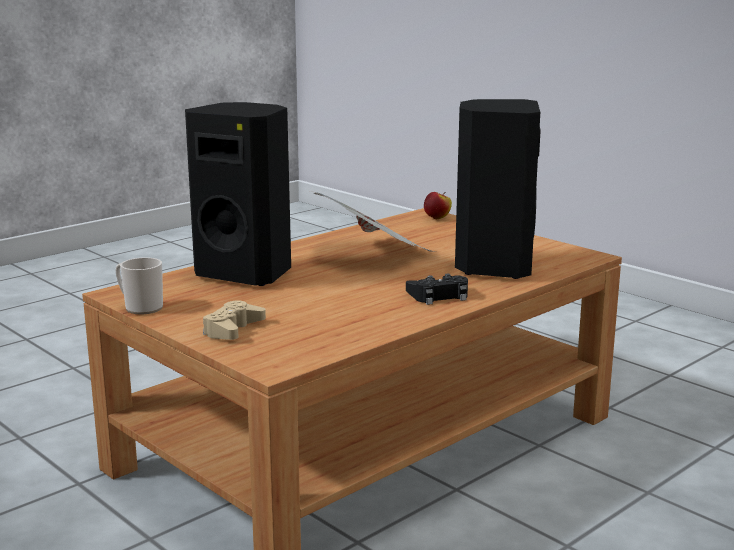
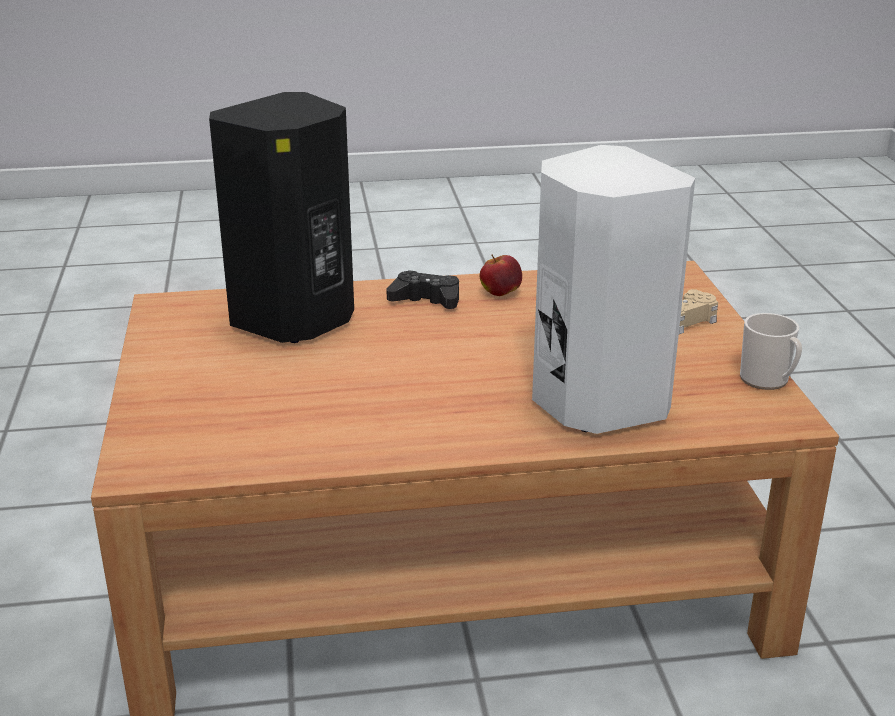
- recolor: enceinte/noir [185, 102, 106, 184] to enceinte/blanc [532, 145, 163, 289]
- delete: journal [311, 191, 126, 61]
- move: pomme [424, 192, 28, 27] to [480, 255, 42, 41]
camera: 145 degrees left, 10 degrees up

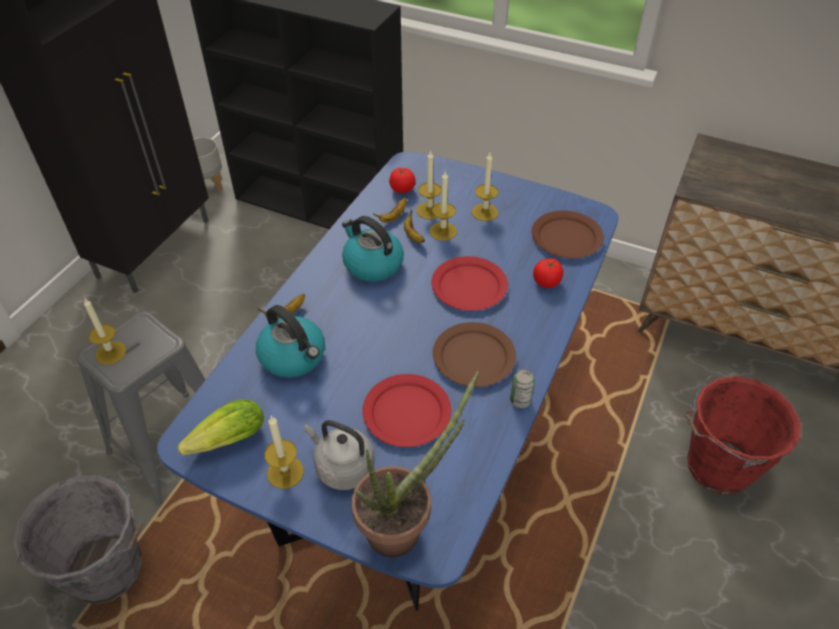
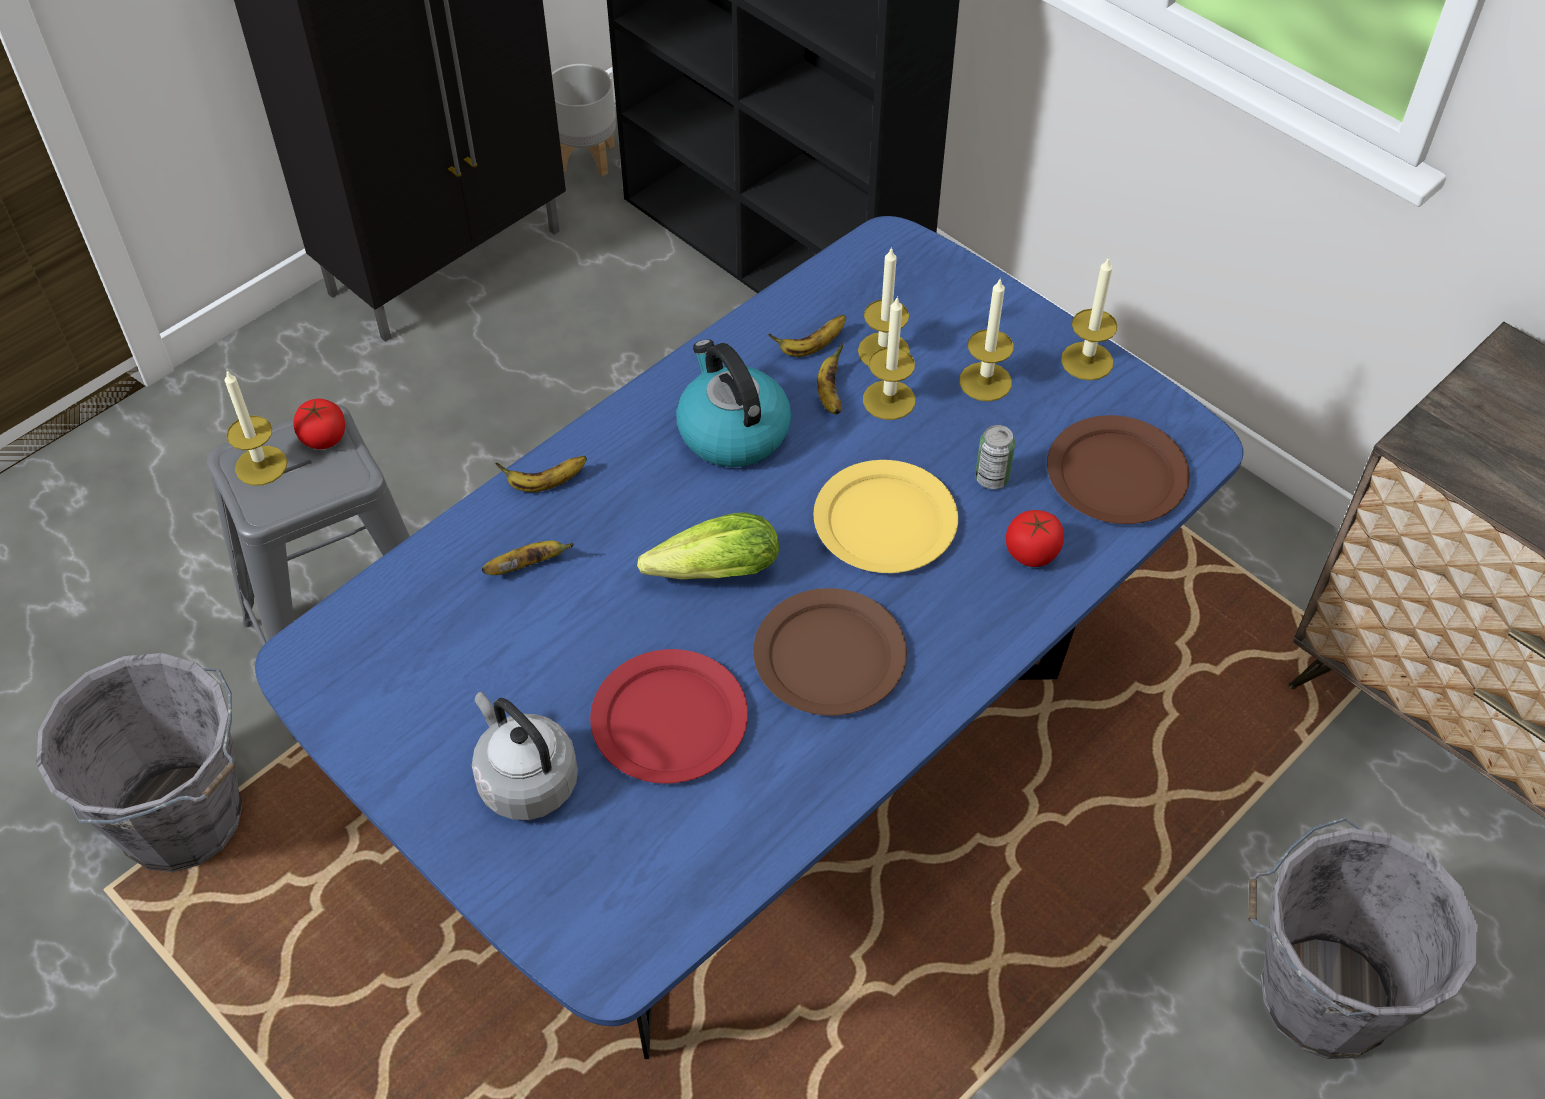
- move: laitue [177, 399, 87, 56] to [637, 512, 142, 68]
- replace: bouilloire [256, 305, 69, 73] to banane [482, 540, 92, 35]
- move: bougie [265, 416, 39, 73] to [1061, 257, 56, 124]
- delete: plante en pot [352, 371, 126, 186]
- move: tomate [389, 168, 27, 25] to [293, 399, 52, 50]
- recolor: assiette/rouge [431, 256, 77, 55] to assiette/jaune [813, 460, 145, 113]
- move: boîte métallique [510, 369, 25, 39] to [975, 425, 40, 64]
- recolor: seau/rouge [686, 375, 115, 120] to seau/gris [1248, 817, 230, 242]
camera: 20 degrees right, 5 degrees up

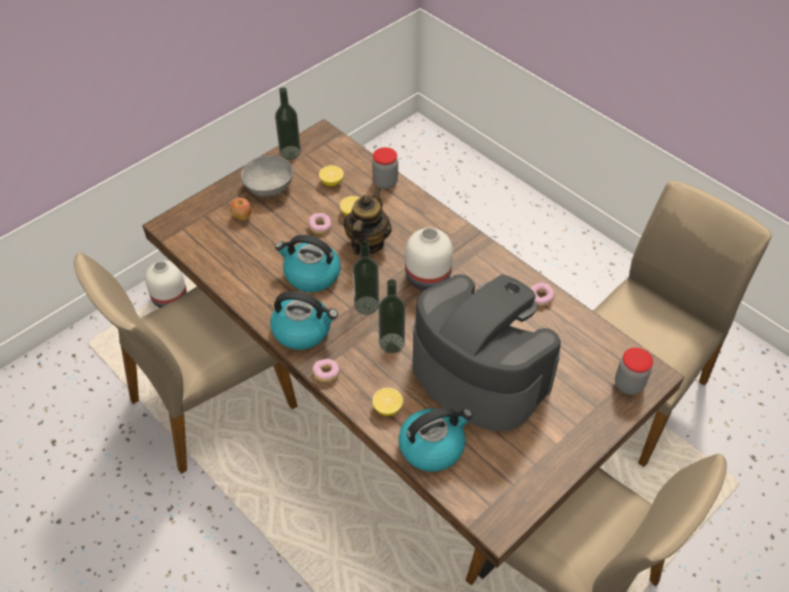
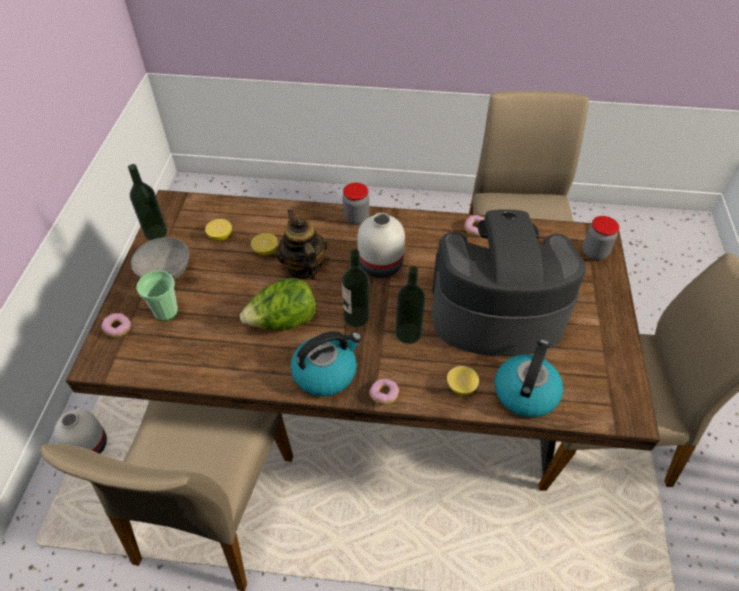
- replace: pomme [230, 198, 21, 22] to tasse [136, 271, 42, 50]
- replace: bouilloire [275, 235, 66, 57] to laitue [240, 278, 76, 52]
- move: beignet [308, 213, 24, 21] to [102, 313, 29, 25]
- move: bocal [372, 147, 26, 42] to [342, 183, 27, 42]
camera: 40 degrees left, 0 degrees up

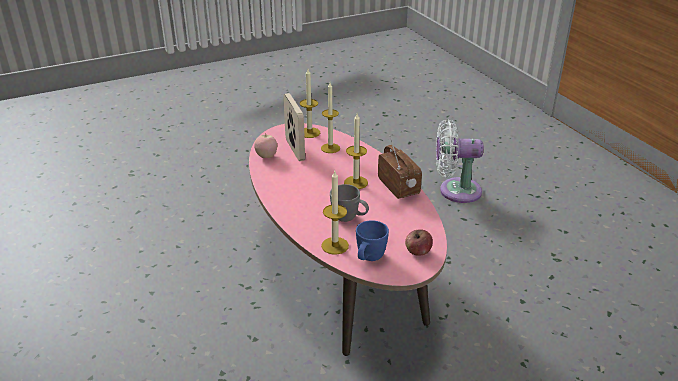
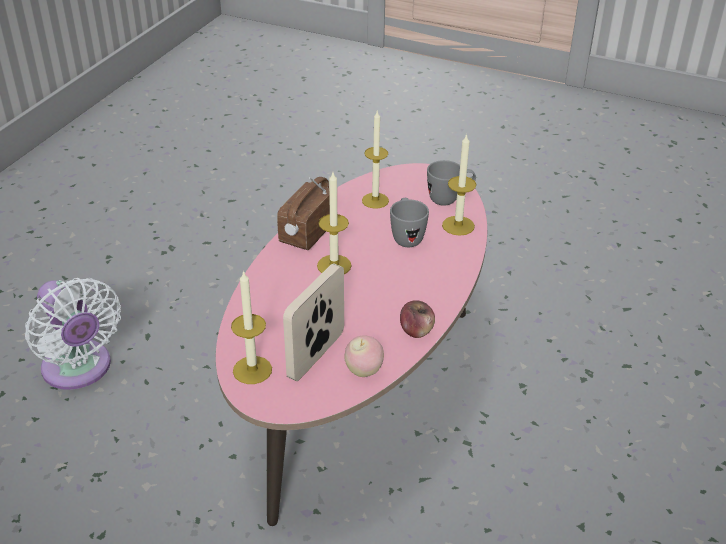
- move: bougie [321, 83, 19, 70] to [362, 111, 27, 97]
- recolor: mug/bleu [356, 220, 33, 41] to mug/gris [427, 160, 49, 46]
- move: pomme [405, 229, 28, 27] to [400, 300, 35, 38]
camera: 130 degrees left, 5 degrees up

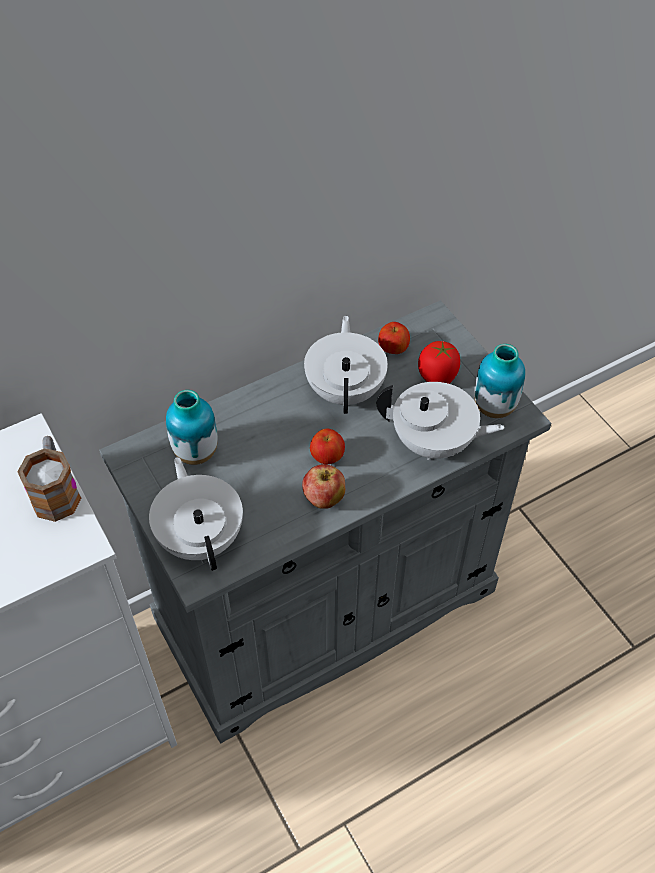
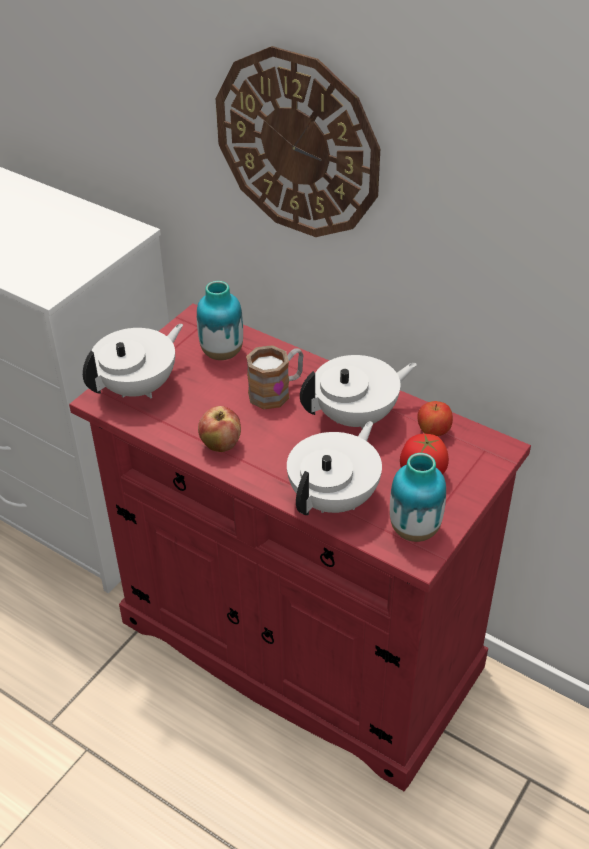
- move: mug [17, 436, 64, 86] to [246, 345, 57, 64]
- recolor: meuble de rangement/gris [99, 300, 452, 443] to meuble de rangement/rouge [69, 303, 462, 489]
- delete: pomme [310, 429, 35, 35]
- rotate: théière/blanc [377, 382, 128, 78] = [287, 421, 95, 94] 135 degrees counterclockwise
- insert: horloge murale [215, 46, 165, 191]
camera: 65 degrees right, 10 degrees down

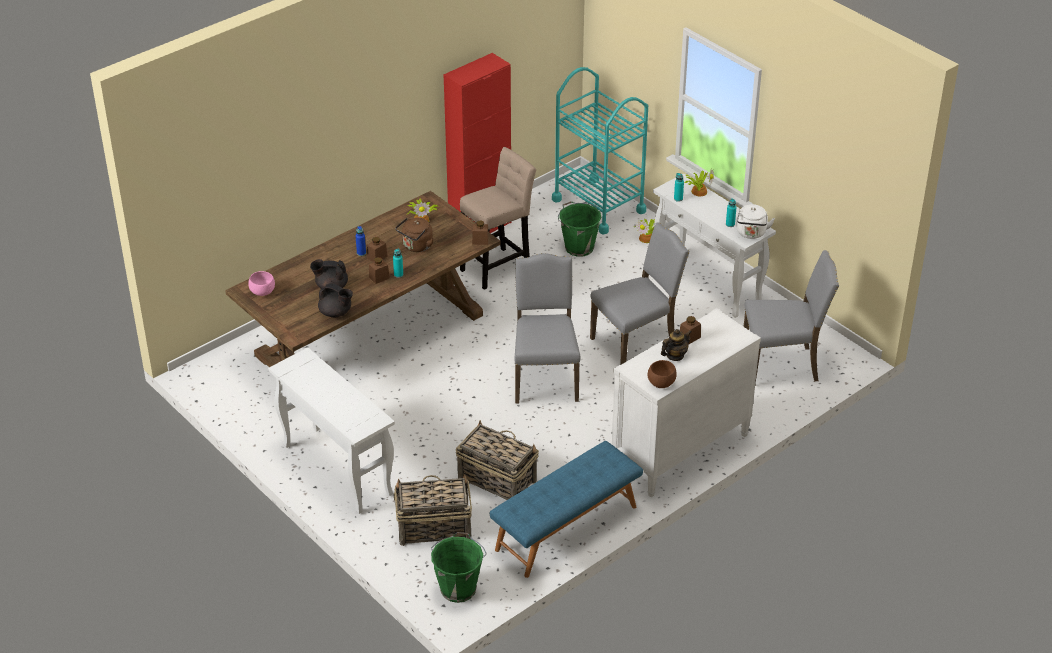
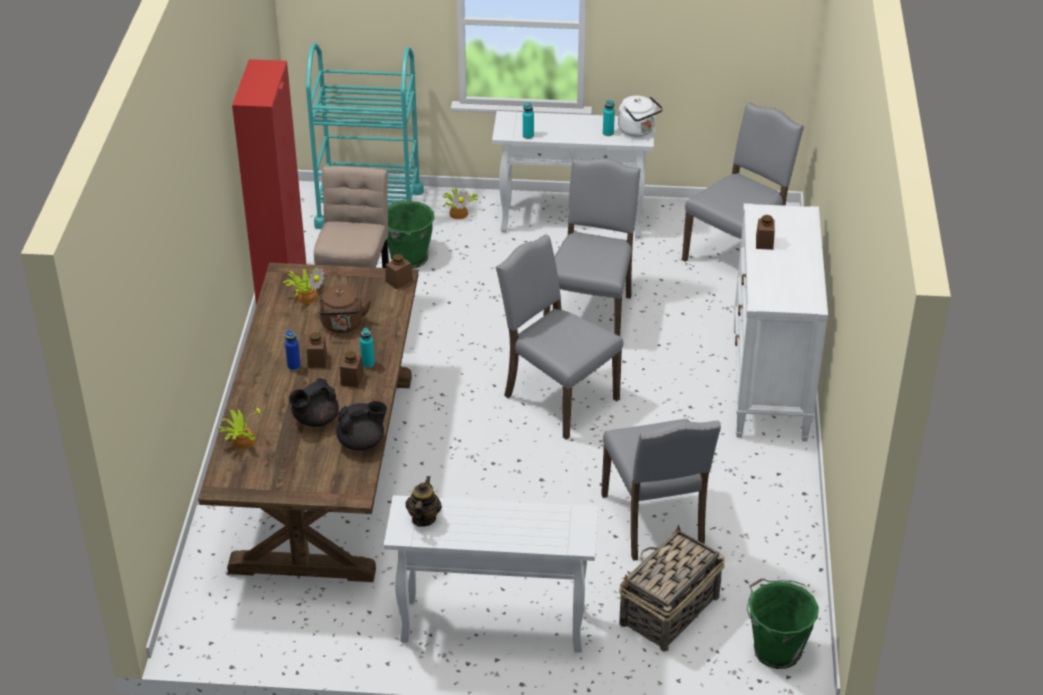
- delete: bol/rose [248, 271, 27, 25]
- replace: panier [456, 420, 83, 80] to chaise/gris [601, 419, 120, 142]
- delete: banc/bleu [490, 441, 153, 137]
- delete: bol/marron [648, 360, 29, 28]
- move: théière [661, 329, 31, 32] to [406, 476, 36, 51]
- move: plante en pot [684, 169, 30, 27] to [217, 402, 44, 47]
camera: 45 degrees left, 0 degrees up

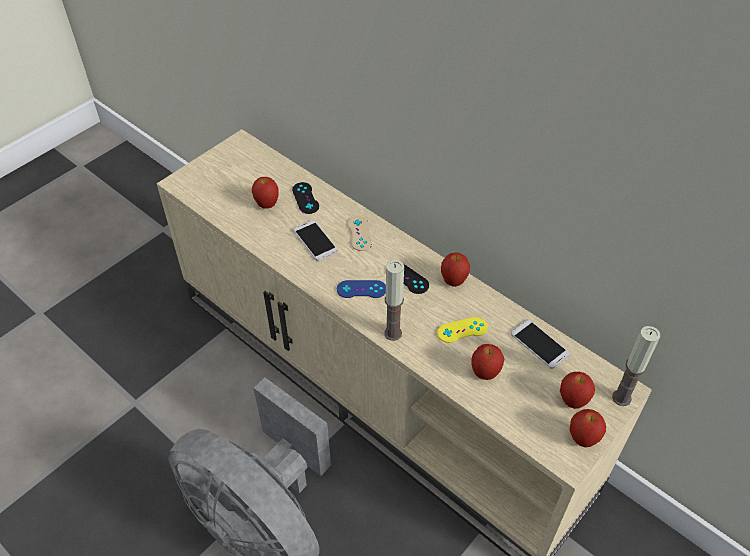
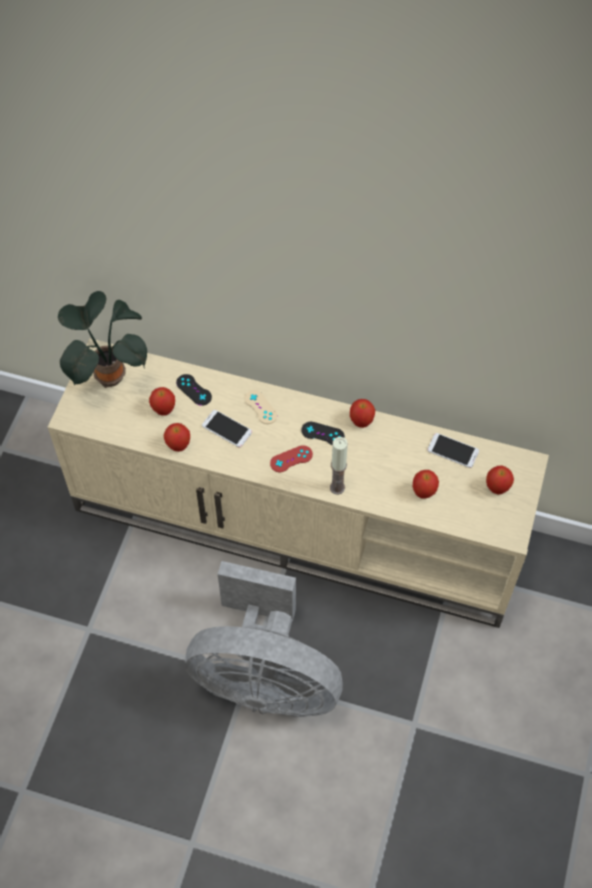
- recolor: manette/bleu [337, 280, 49, 18] to manette/rouge [270, 445, 43, 27]
- delete: manette/jaune [437, 317, 51, 26]
- move: pomme [570, 409, 36, 38] to [164, 423, 26, 29]
- delete: bougie [612, 326, 49, 80]
- insert: plante en pot [58, 291, 89, 97]
camera: 25 degrees left, 10 degrees up

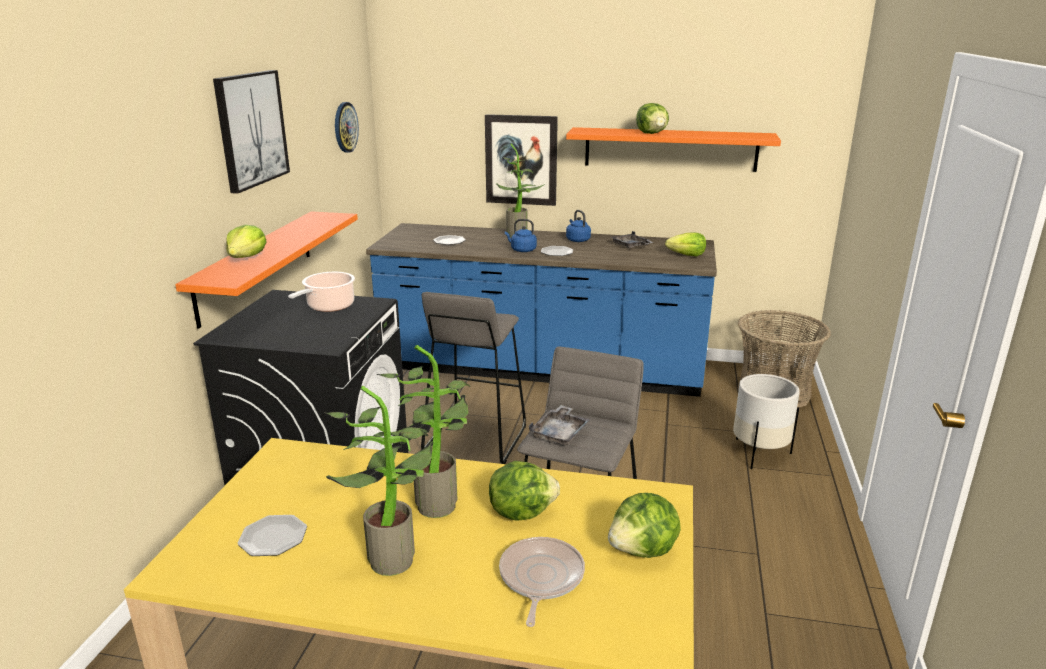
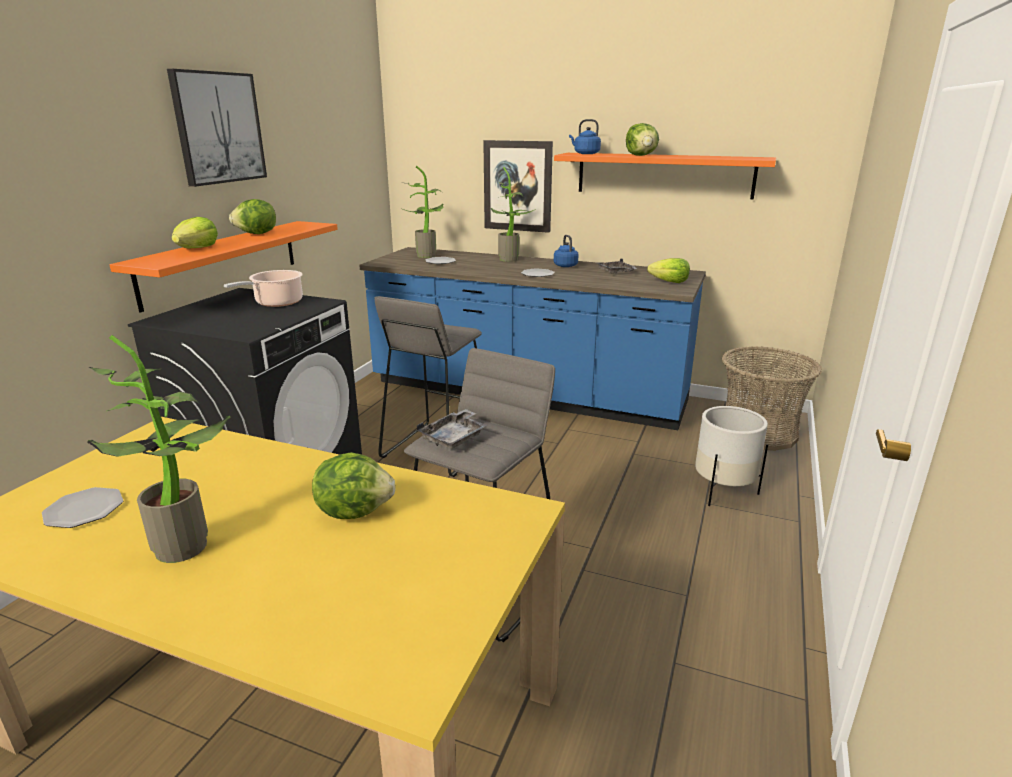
- delete: horloge murale [335, 102, 24, 51]
- move: plante en pot [377, 345, 93, 173] to [402, 166, 41, 92]
- delete: poêle [499, 537, 86, 90]
- move: bouilloire/bleu [505, 219, 32, 33] to [569, 119, 32, 35]
- move: laitue [608, 493, 73, 65] to [229, 199, 47, 35]
camera: 10 degrees right, 0 degrees up

